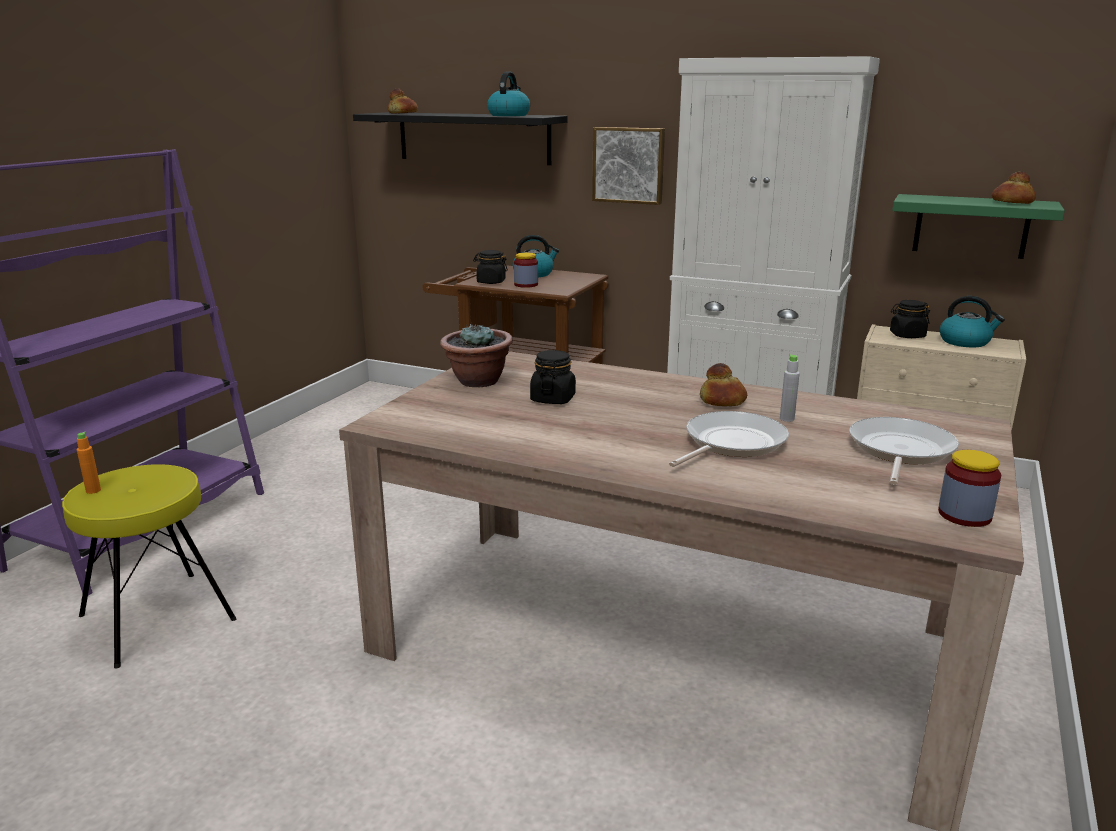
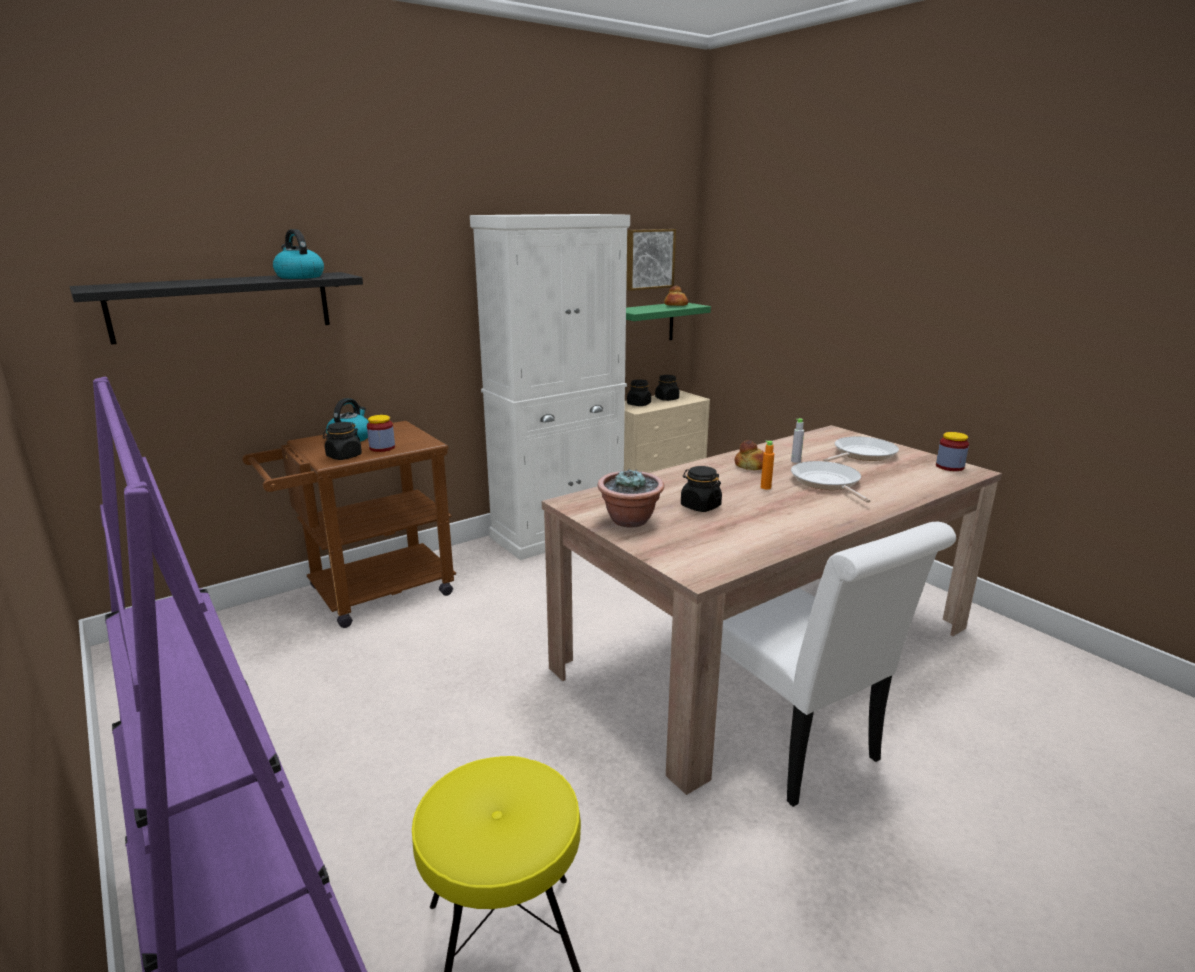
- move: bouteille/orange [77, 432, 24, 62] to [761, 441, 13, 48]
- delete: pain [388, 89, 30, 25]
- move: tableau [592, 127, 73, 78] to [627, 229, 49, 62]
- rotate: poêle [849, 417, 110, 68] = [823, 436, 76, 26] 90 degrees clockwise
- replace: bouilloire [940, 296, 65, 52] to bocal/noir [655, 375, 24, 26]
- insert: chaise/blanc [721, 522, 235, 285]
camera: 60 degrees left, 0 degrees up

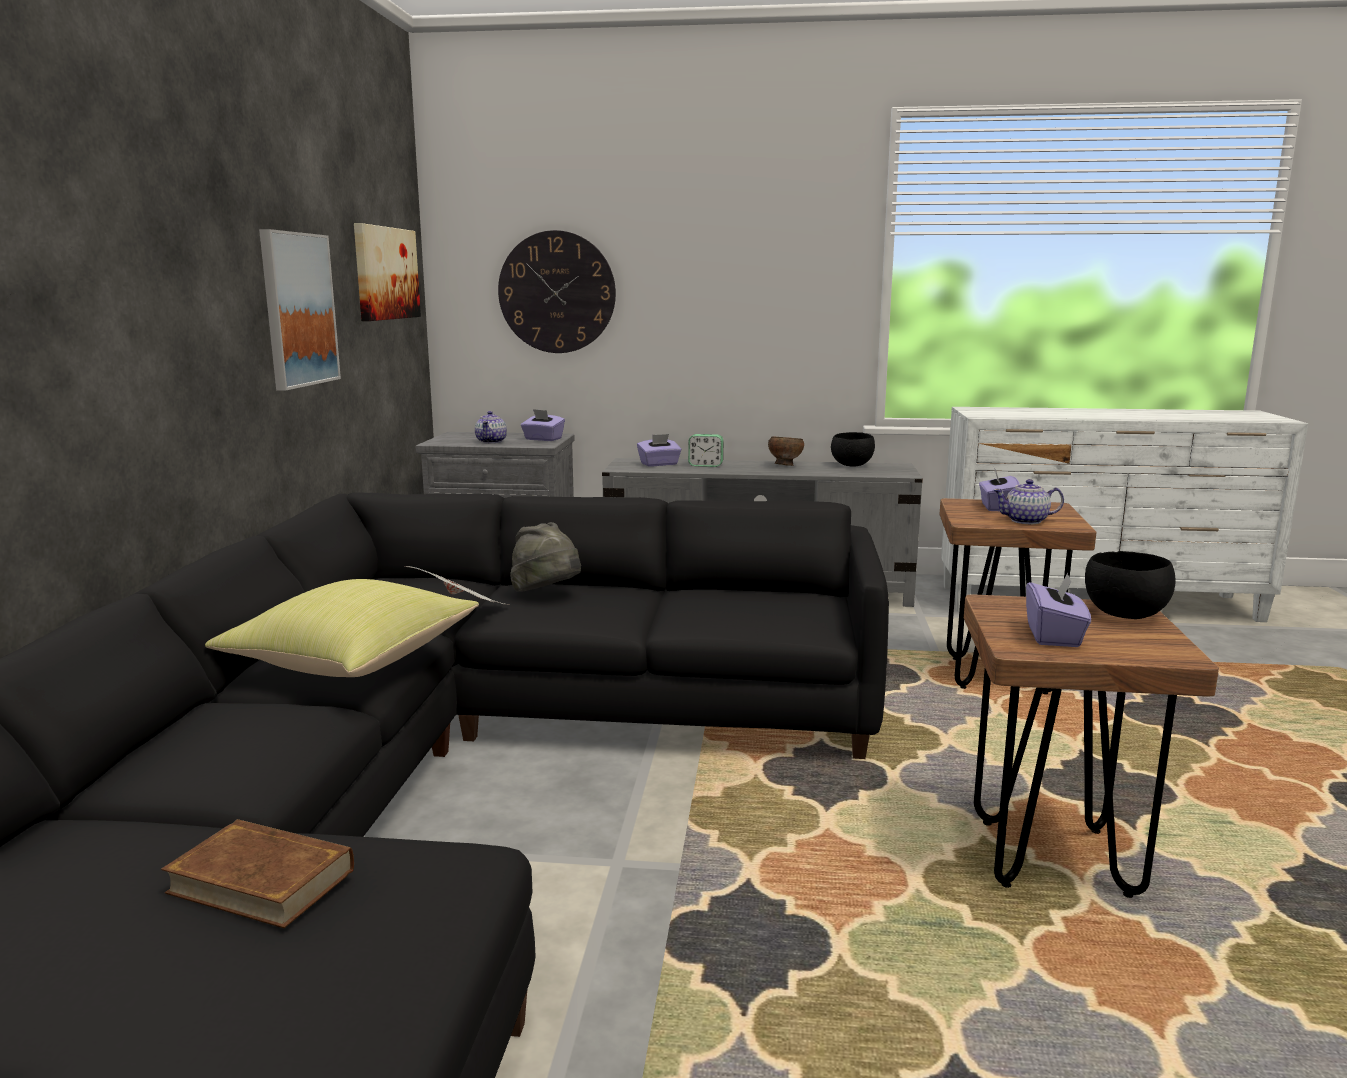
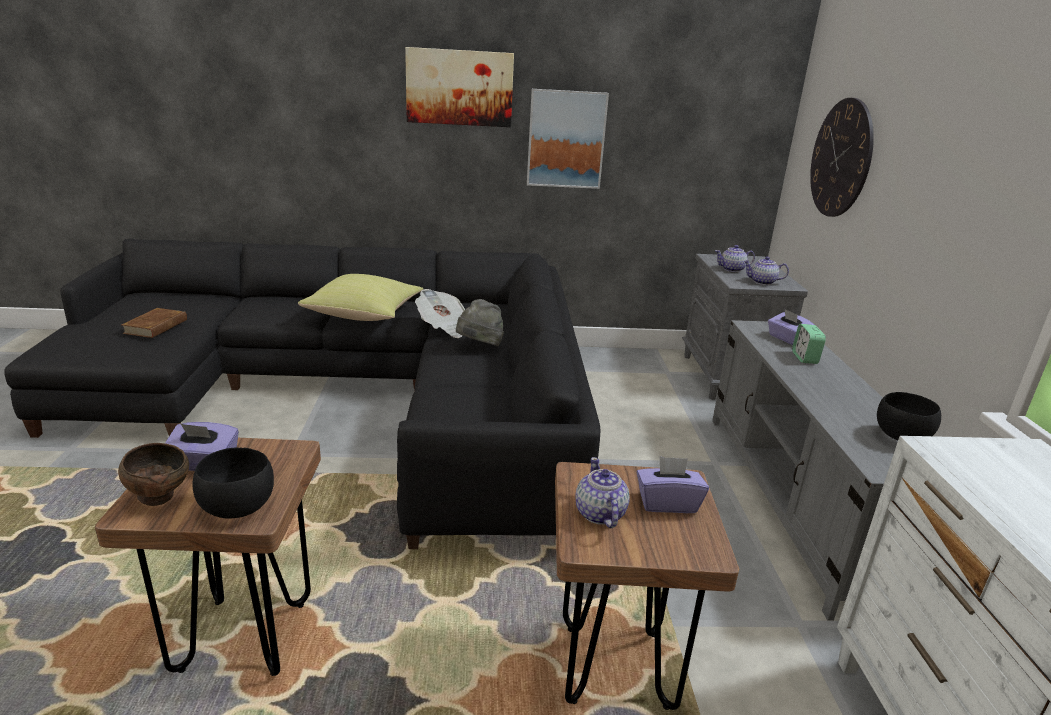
- move: tableau [354, 223, 67, 98] to [405, 47, 109, 80]
- replace: boîte à mouchoirs/violet [521, 409, 44, 32] to théière [744, 257, 45, 28]
- move: bol/marron [768, 436, 36, 30] to [118, 443, 71, 63]
camera: 80 degrees right, 10 degrees up

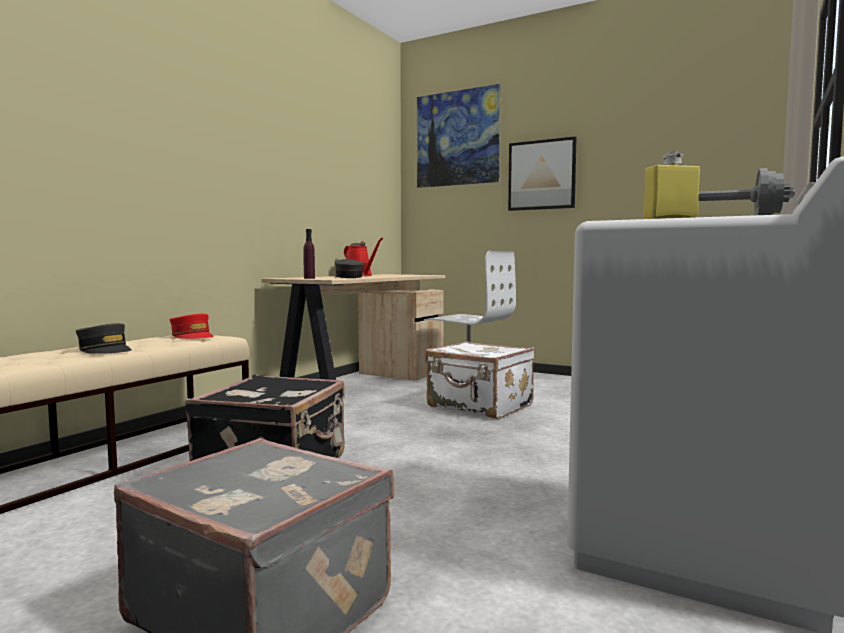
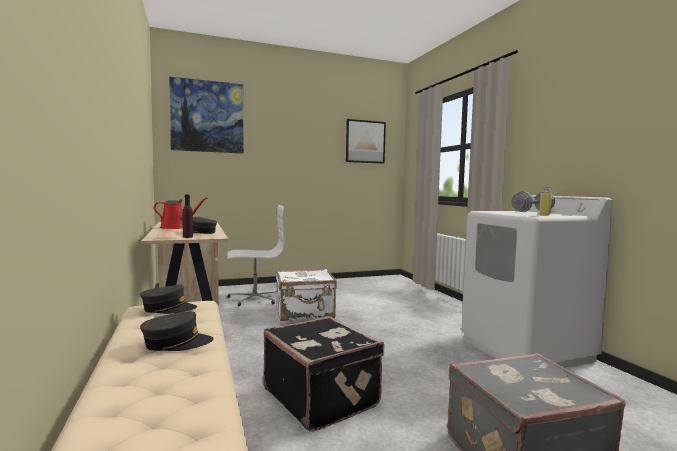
- recolor: casquette/rouge [170, 314, 43, 25] to casquette/gris [140, 285, 57, 29]
- move: tableau [508, 136, 69, 75] to [346, 119, 40, 45]
camera: 50 degrees left, 0 degrees up

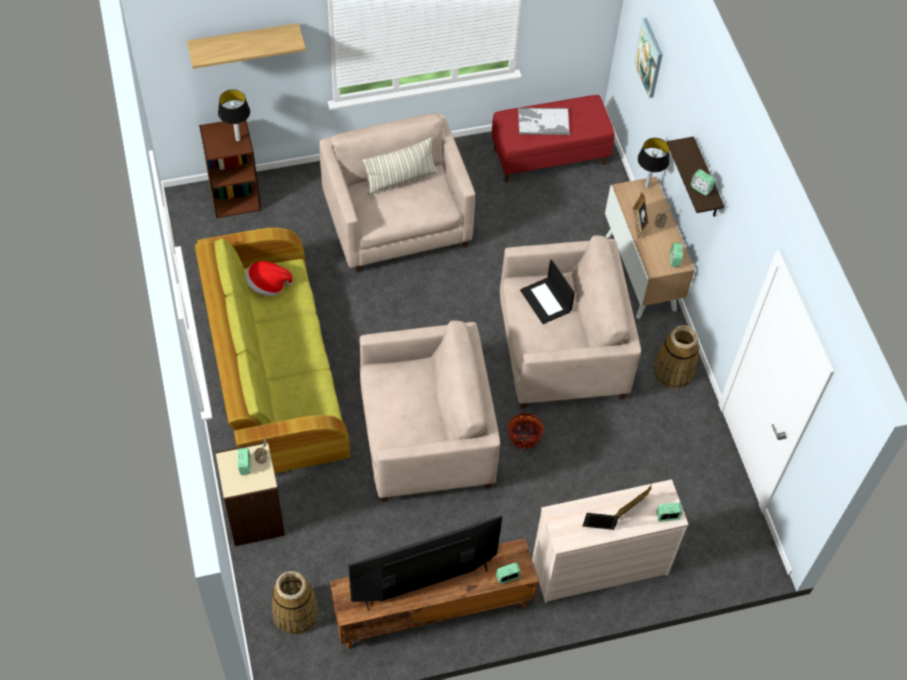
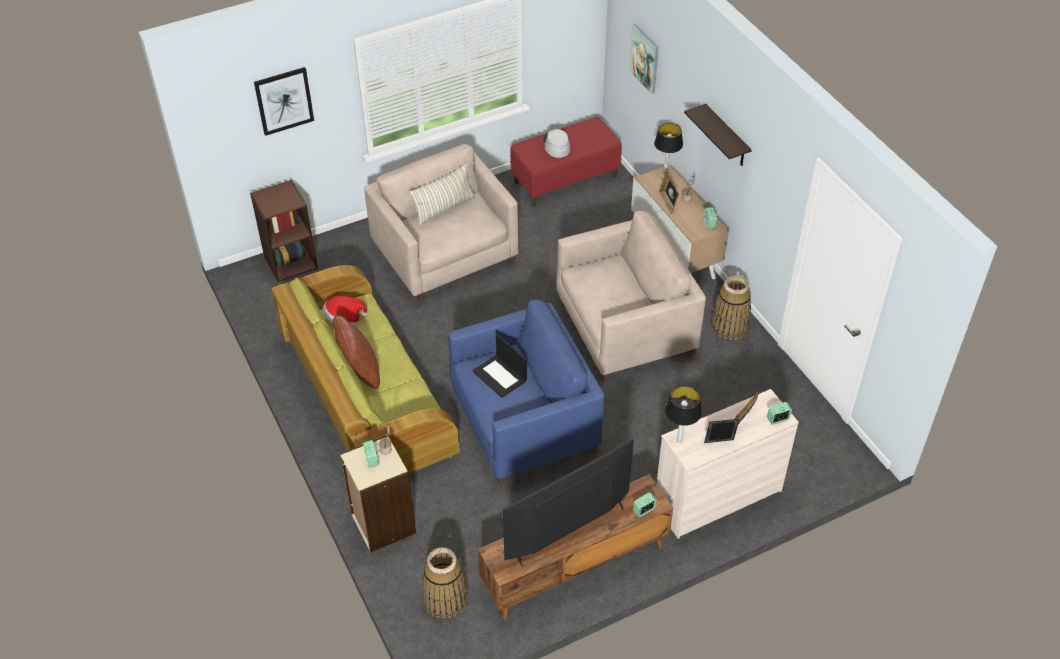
- replace: étagère [187, 23, 119, 46] to tableau [254, 67, 60, 69]
- move: lampe de table [218, 89, 32, 52] to [665, 386, 37, 57]
- recolor: fauteuil/beige [360, 320, 140, 182] to fauteuil/bleu [448, 299, 156, 186]
- delete: panier [507, 413, 37, 36]
- replace: plateau [518, 108, 52, 27] to chapeau/gris [543, 129, 28, 29]
- move: ordinateur portable [520, 259, 55, 65] to [473, 334, 54, 64]
- delete: réveil [690, 169, 25, 27]
- insert: coussin/marron [333, 315, 47, 74]
camera: 10 degrees left, 10 degrees down

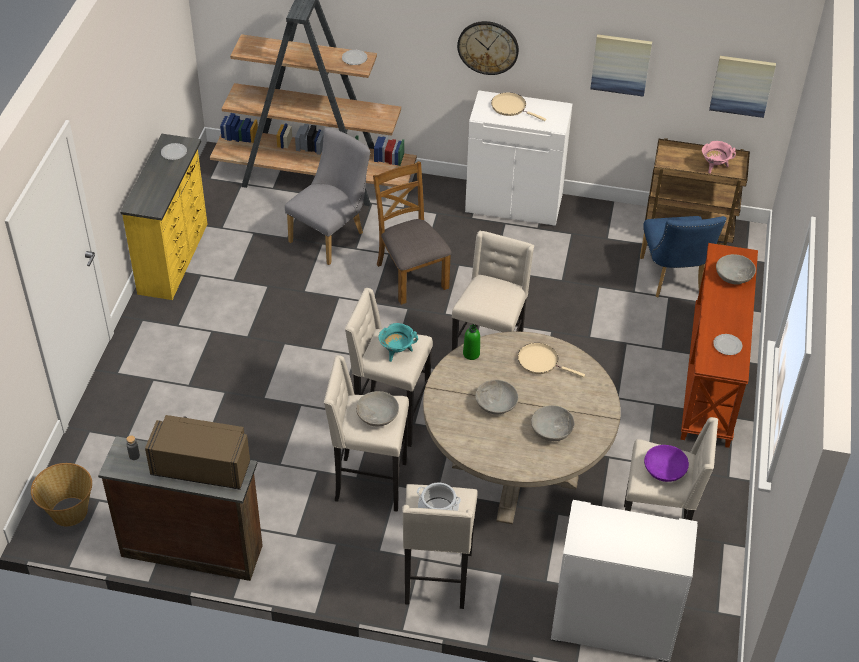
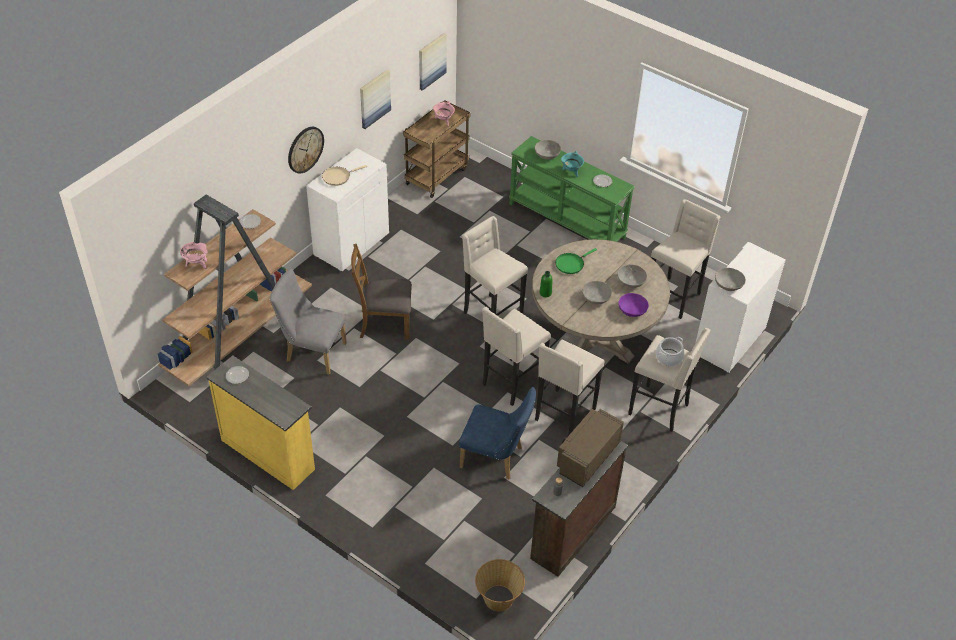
- rotate: chaise/gris [285, 128, 85, 137] = [270, 269, 77, 106] 45 degrees counterclockwise
- move: bol/gris [356, 391, 43, 35] to [715, 268, 31, 23]
- move: marmite/turquoise [379, 323, 39, 39] to [561, 151, 23, 26]
- recolor: poêle/beige [518, 343, 67, 34] to poêle/vert [555, 248, 42, 26]
- move: chaise/bleu [640, 216, 87, 81] to [459, 387, 77, 93]
- move: bol/violet [644, 445, 45, 37] to [618, 293, 31, 24]
- recolor: table console/marron [680, 243, 78, 205] to table console/vert [509, 136, 126, 106]
- insert: marmite/rose [180, 242, 28, 27]
camera: 65 degrees left, 0 degrees up

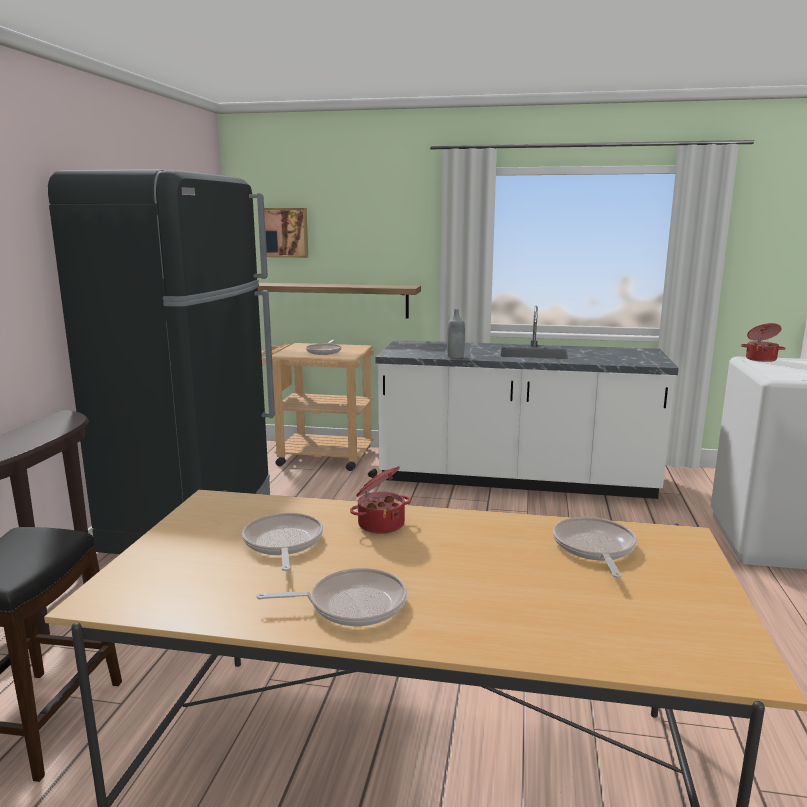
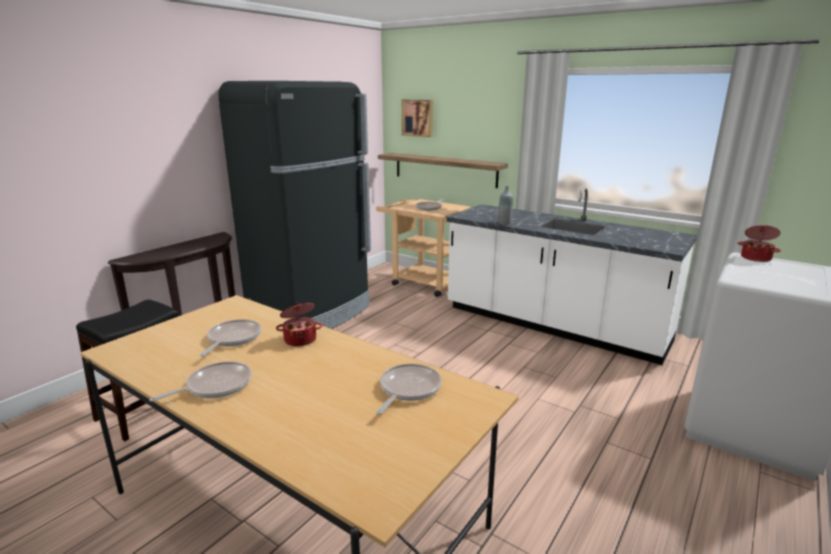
- rotate: poêle [257, 568, 150, 58] = [149, 361, 103, 41] 60 degrees counterclockwise
camera: 25 degrees right, 5 degrees up

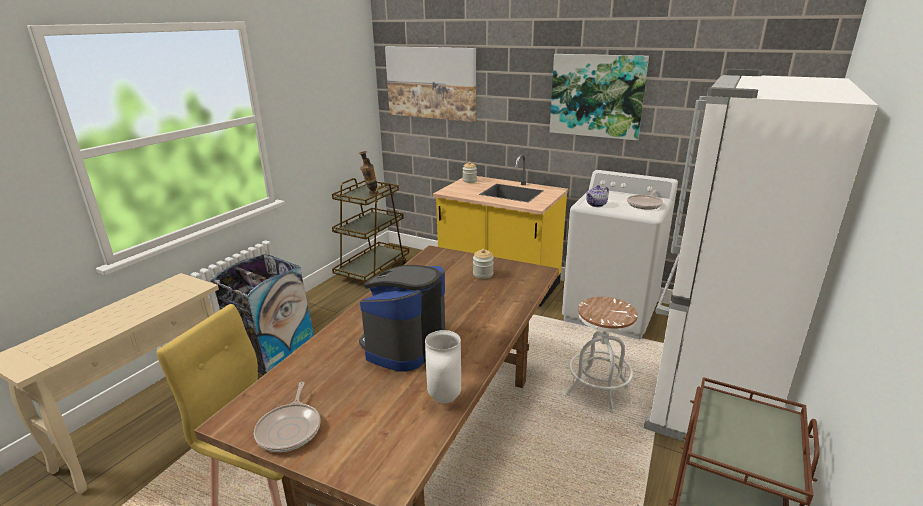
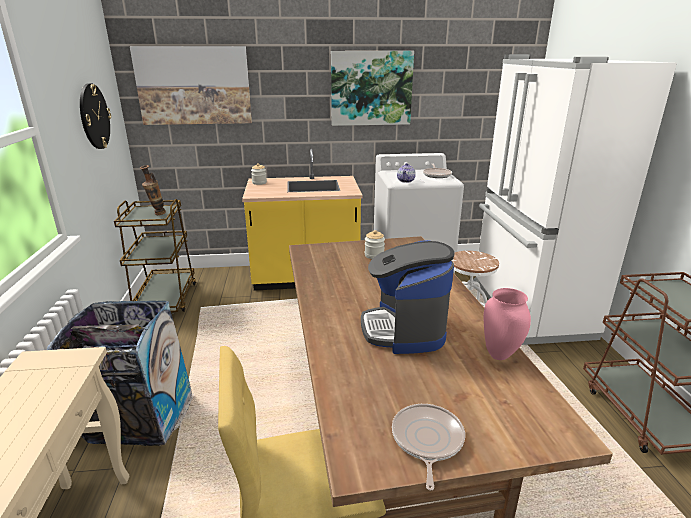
- rotate: poêle [254, 382, 67, 70] = [392, 404, 73, 86] 135 degrees counterclockwise
- recolor: vase/blanc [425, 330, 36, 73] to vase/rose [484, 288, 47, 72]
- insert: horloge murale [80, 83, 31, 66]
camera: 35 degrees left, 0 degrees up

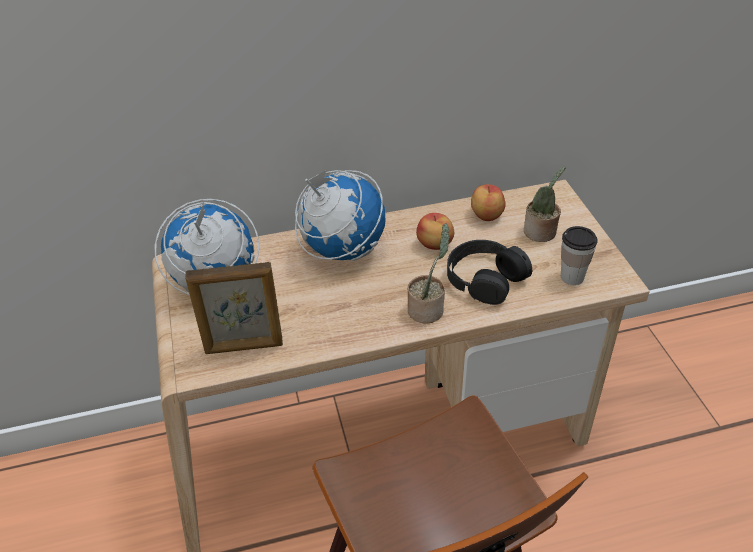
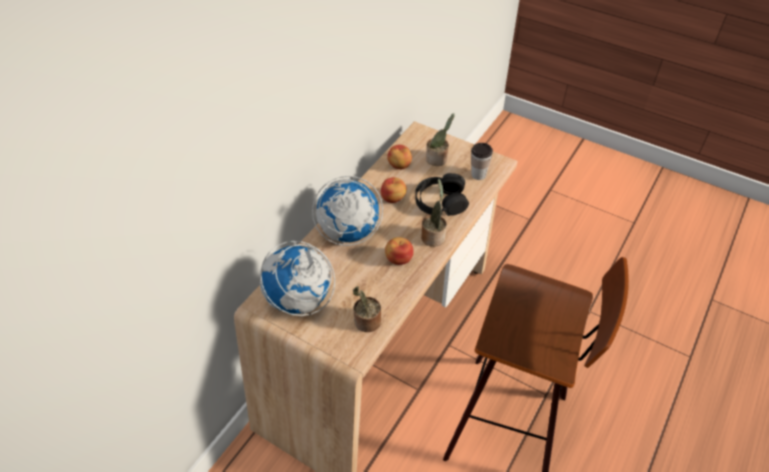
- replace: cadre photo [185, 262, 98, 92] to plante en pot [353, 286, 28, 46]
- insert: pomme [385, 237, 29, 28]
camera: 45 degrees left, 5 degrees up

